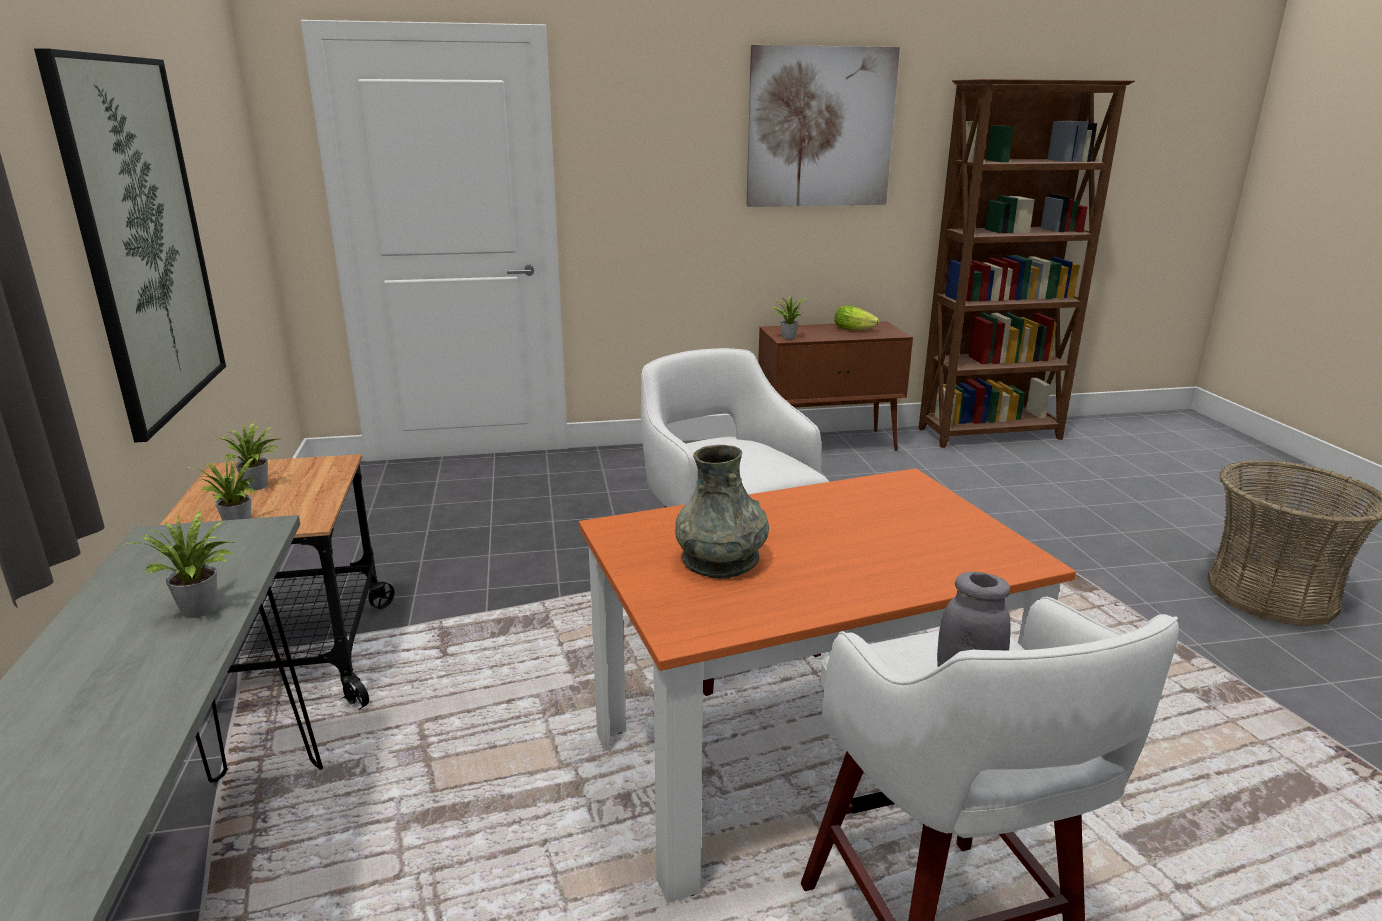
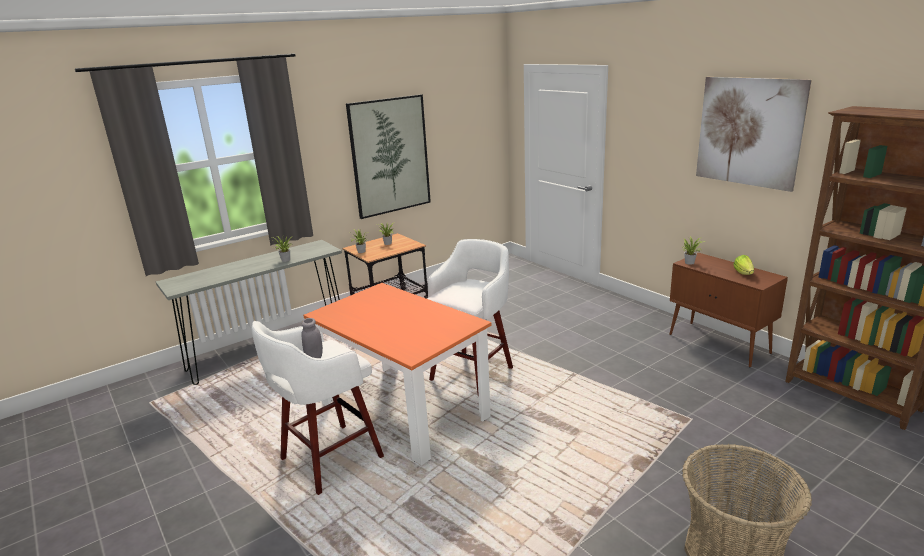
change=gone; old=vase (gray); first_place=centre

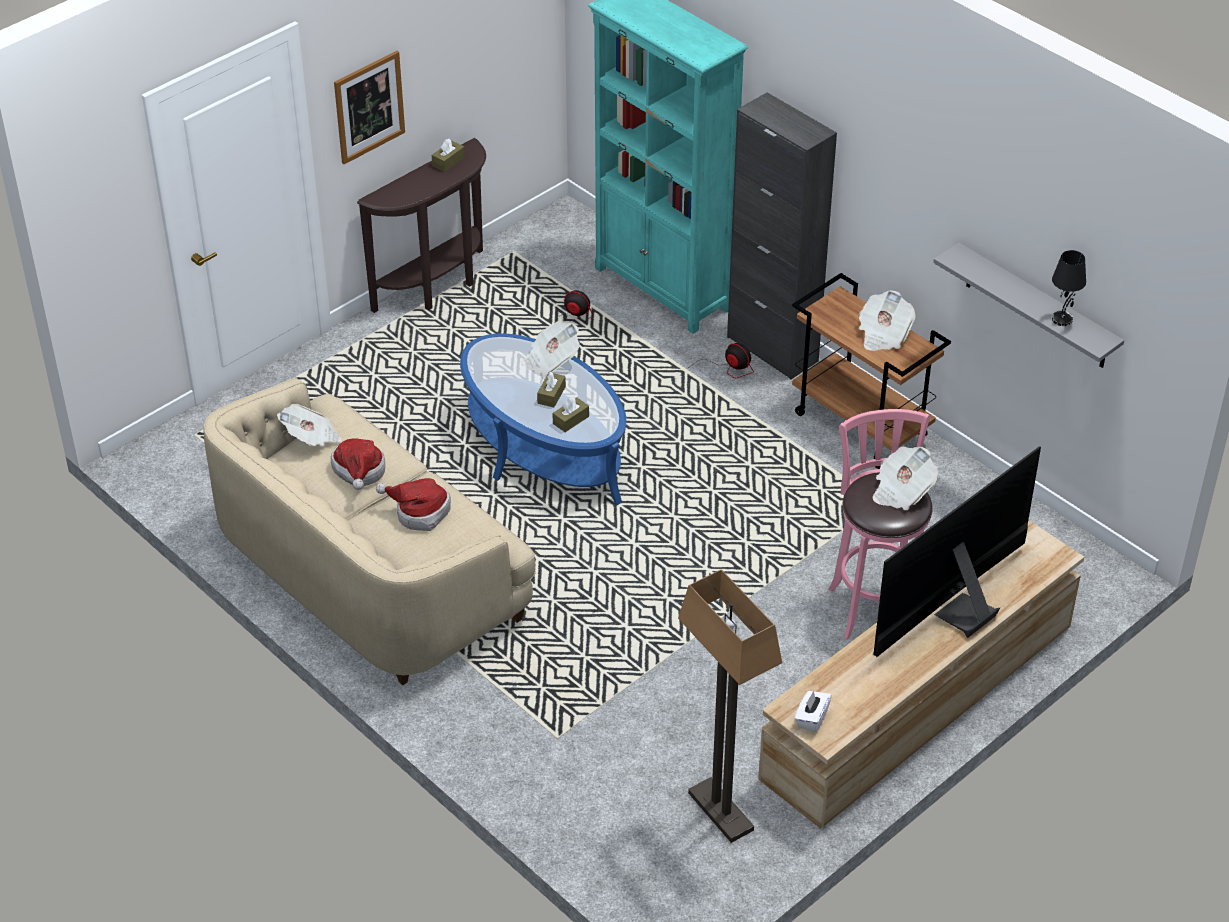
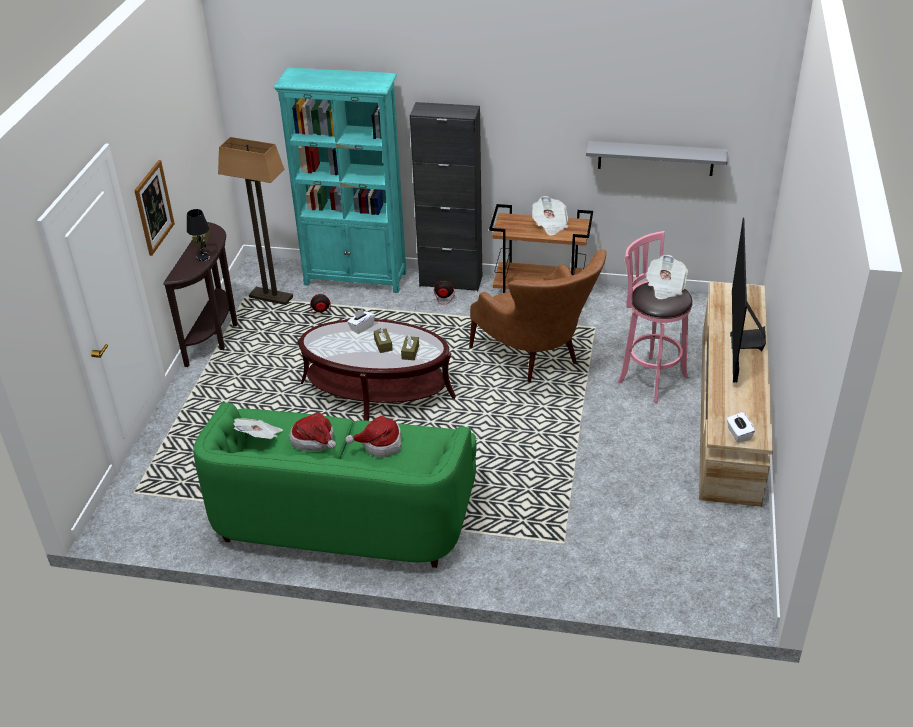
change=new; new=armchair (brownish); second_place=centre
change=shifted; old=floor lamp; first_place=bottom centre; second_place=top left
change=shifted; old=tabletop lamp (black); first_place=top right; second_place=top left
change=swapped; old=daily paper (no. 2 from left); new=box of tissues (whitish) (no. 1 from left); first_place=centre; second_place=centre
change=repainted; old=couch (beige); new=couch (green-coloured); first_place=middle left; second_place=bottom centre
change=repainted; old=coffee table (bluish); new=coffee table (brownish); first_place=centre; second_place=centre

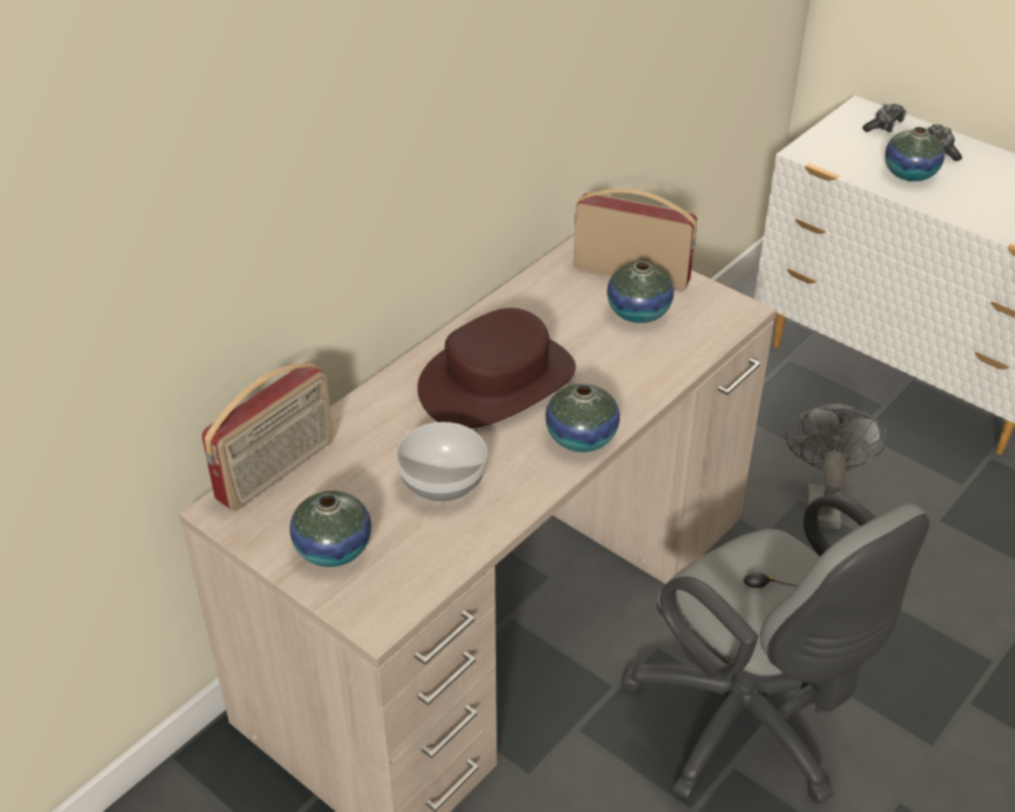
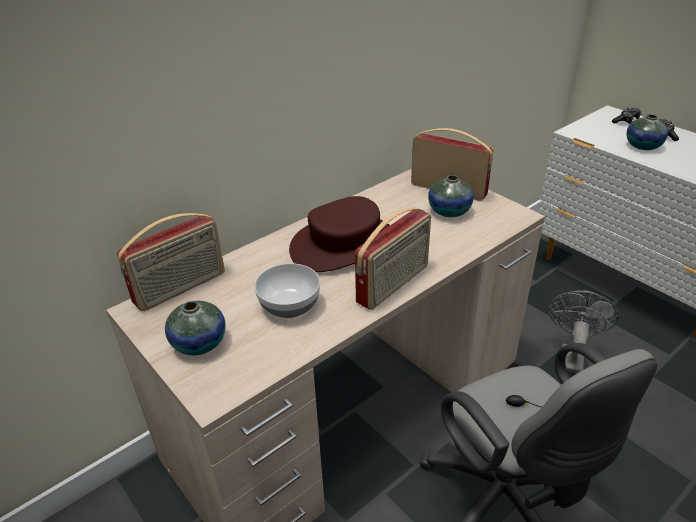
change=swapped; old=vase (no. 2 from left); new=radio (no. 2 from left); first_place=centre; second_place=centre

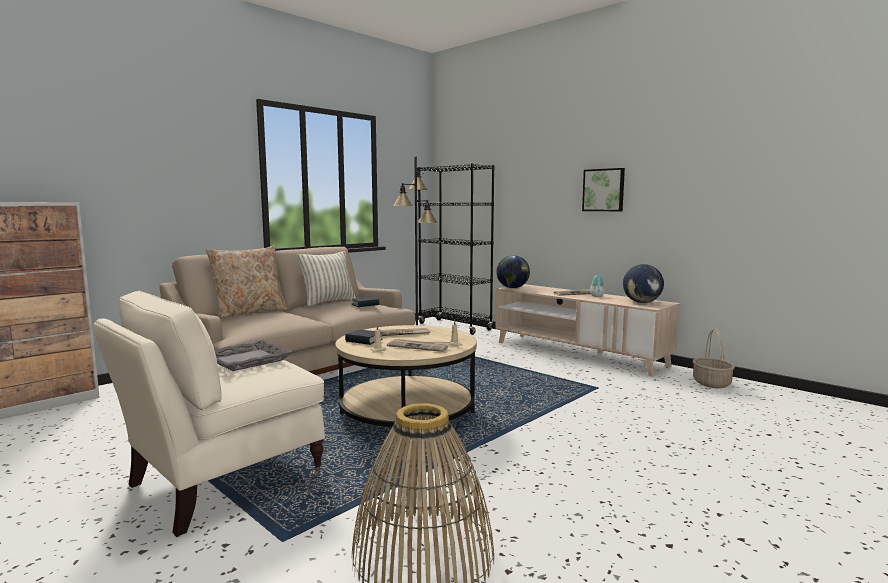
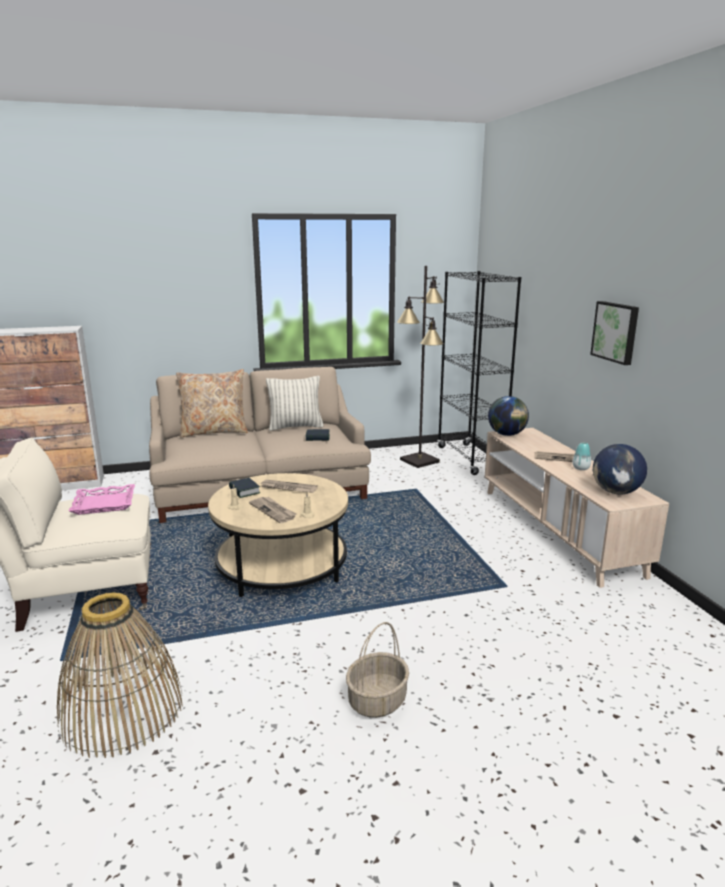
change=shifted; old=household basket (no. 2 from left); first_place=middle right; second_place=bottom centre
change=repainted; old=carrying tray (gray); new=carrying tray (pink-coloured); first_place=middle left; second_place=middle left

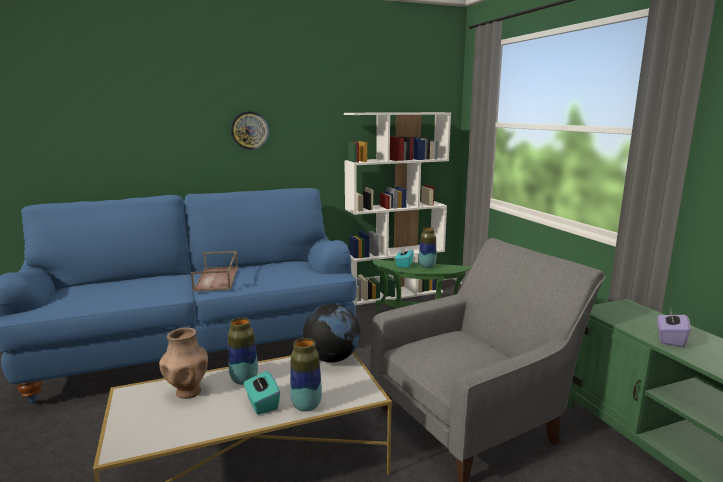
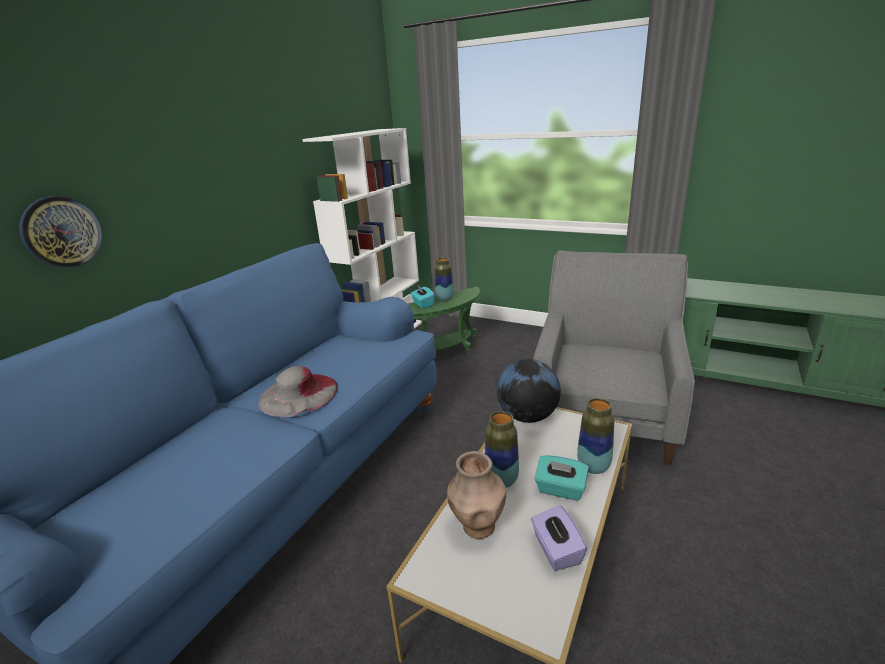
change=shifted; old=wall clock; first_place=top centre; second_place=middle left
change=shifted; old=box of tissues (purple-coloured); first_place=bottom right; second_place=bottom centre
change=swapped; old=carrying tray (brownish); new=hat (gray); first_place=middle left; second_place=centre

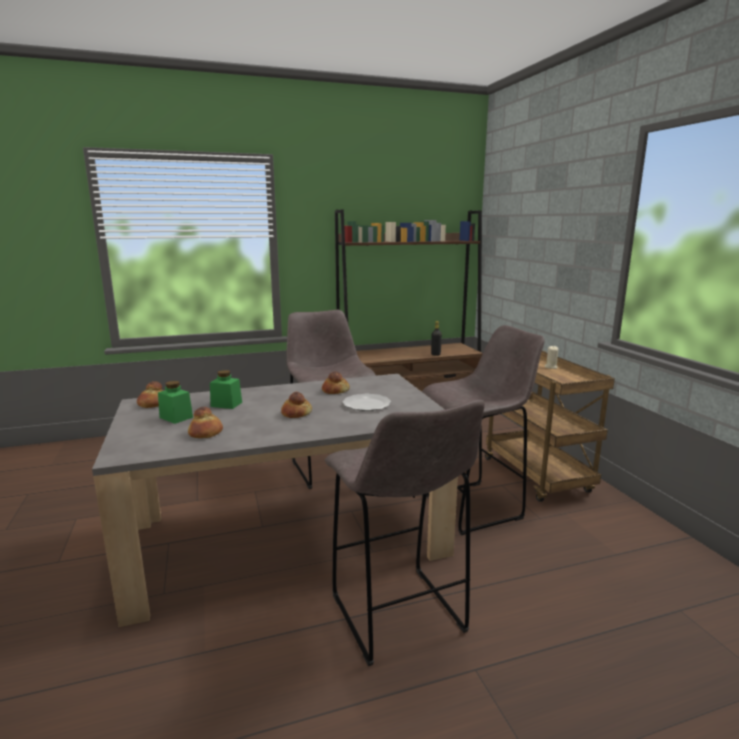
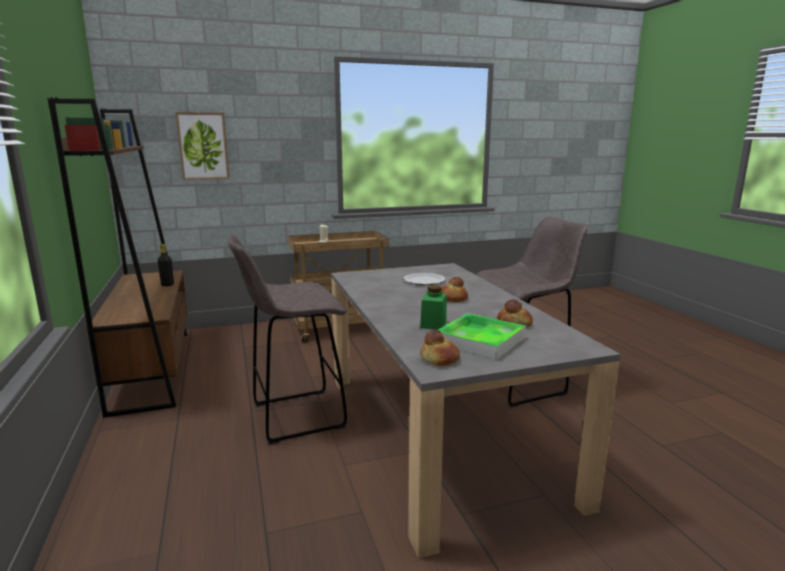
change=gone; old=baked bread (no. 4 from left); first_place=centre
change=gone; old=stool seat (gray) (no. 3 from left); first_place=centre
change=new; new=wall picture; second_place=top left
change=swapped; old=jar (green-coloured) (no. 1 from left); new=carrying tray; first_place=middle left; second_place=centre

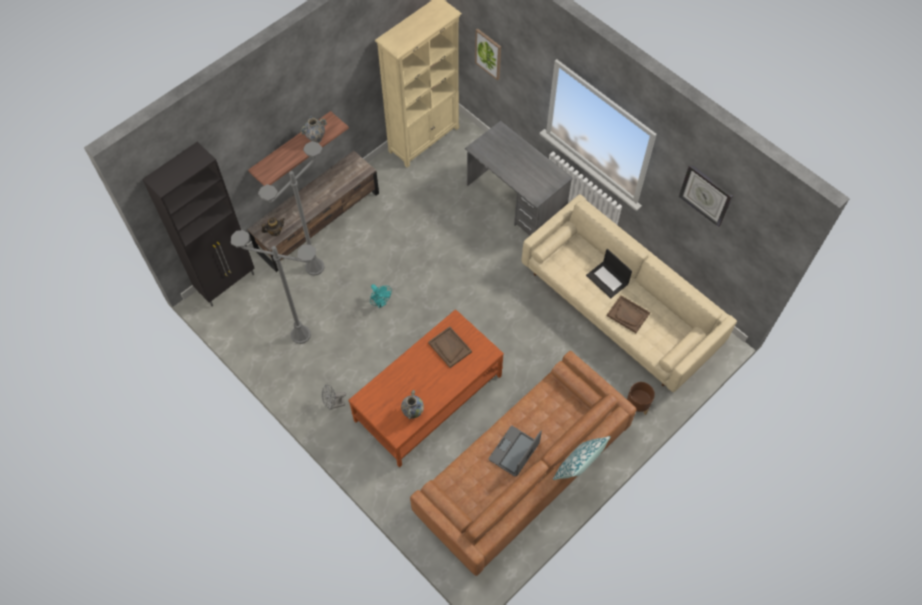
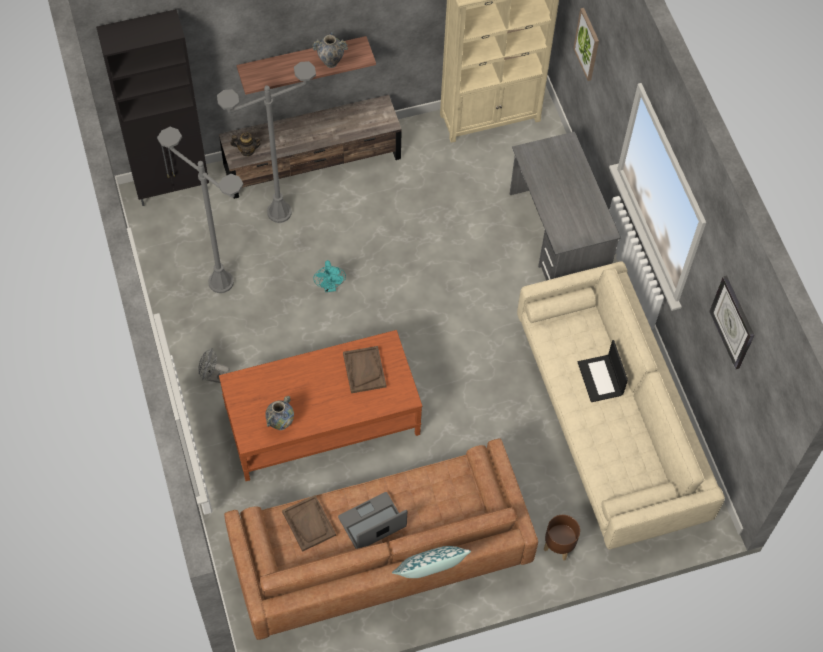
change=shifted; old=carrying tray (brownish) (no. 2 from left in the first image); new=carrying tray (brownish) (no. 1 from left); first_place=middle right; second_place=bottom centre

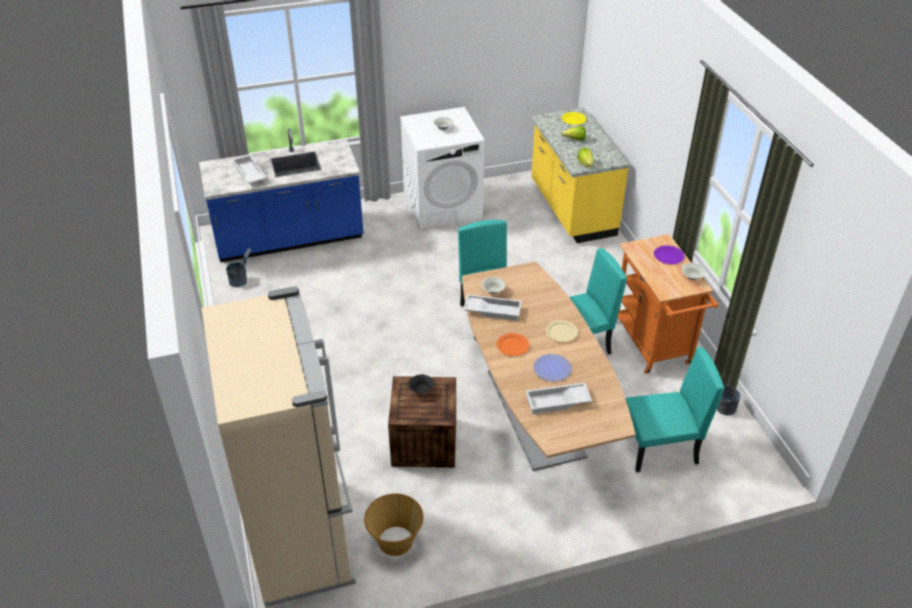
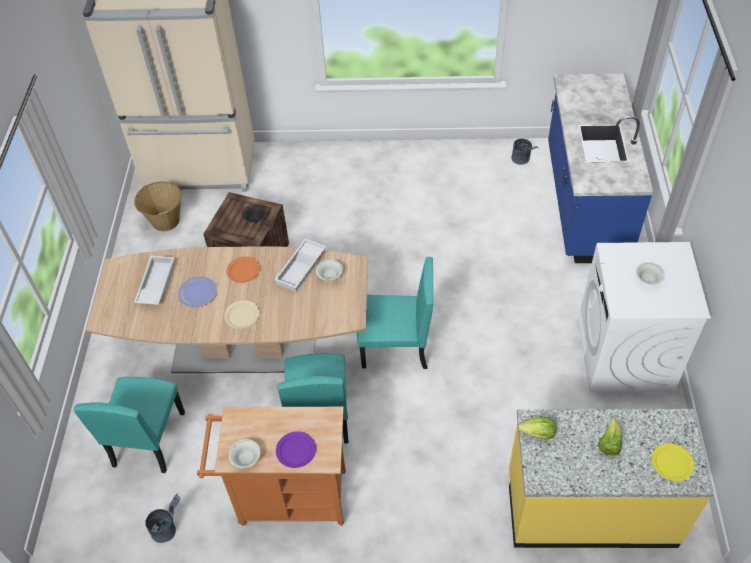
change=gone; old=carrying tray (whitish) (no. 1 from left); first_place=top left

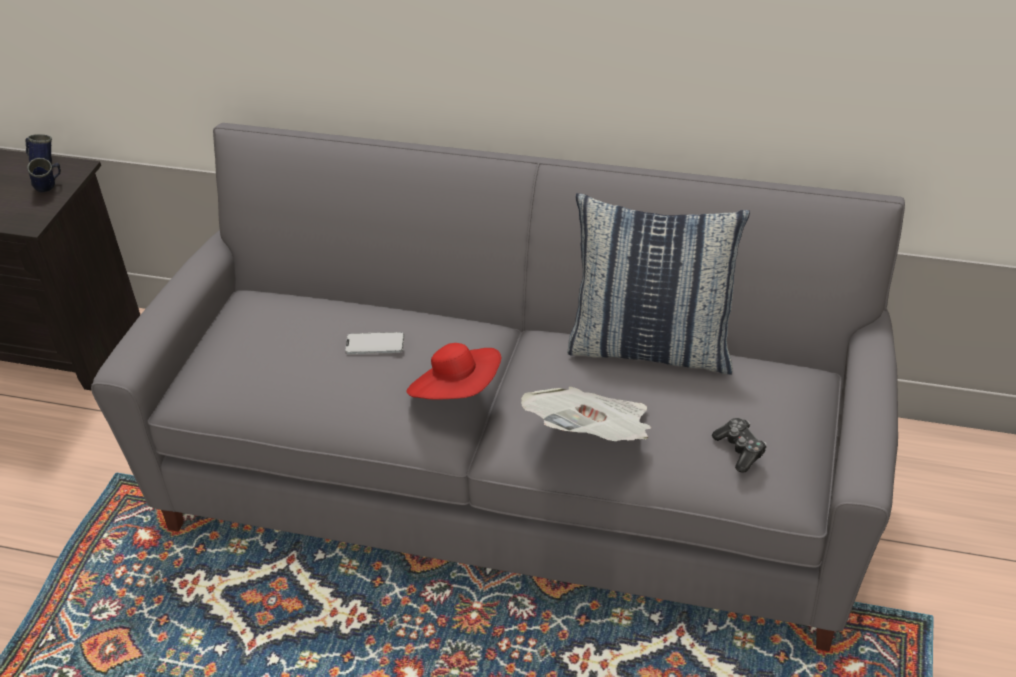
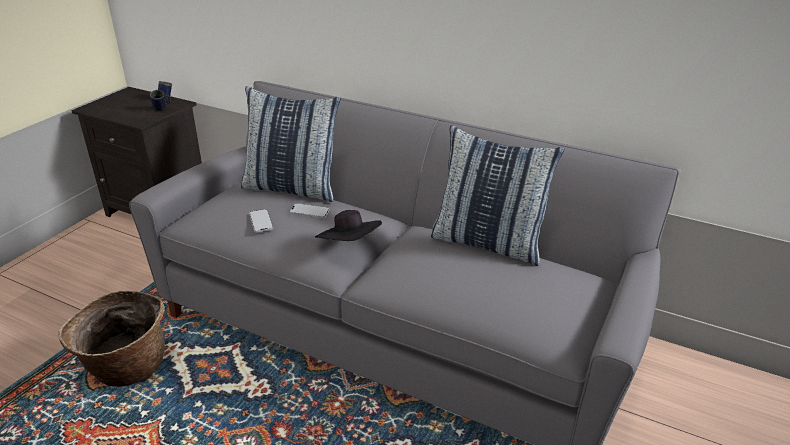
change=gone; old=daily paper; first_place=centre
change=gone; old=game controller; first_place=middle right
change=new; new=household basket; second_place=bottom left
change=new; new=throw pillow (no. 1 from left); second_place=top centre
change=new; new=handset (no. 1 from left); second_place=middle left
change=repainted; old=hat (red); new=hat (black); first_place=centre; second_place=centre

